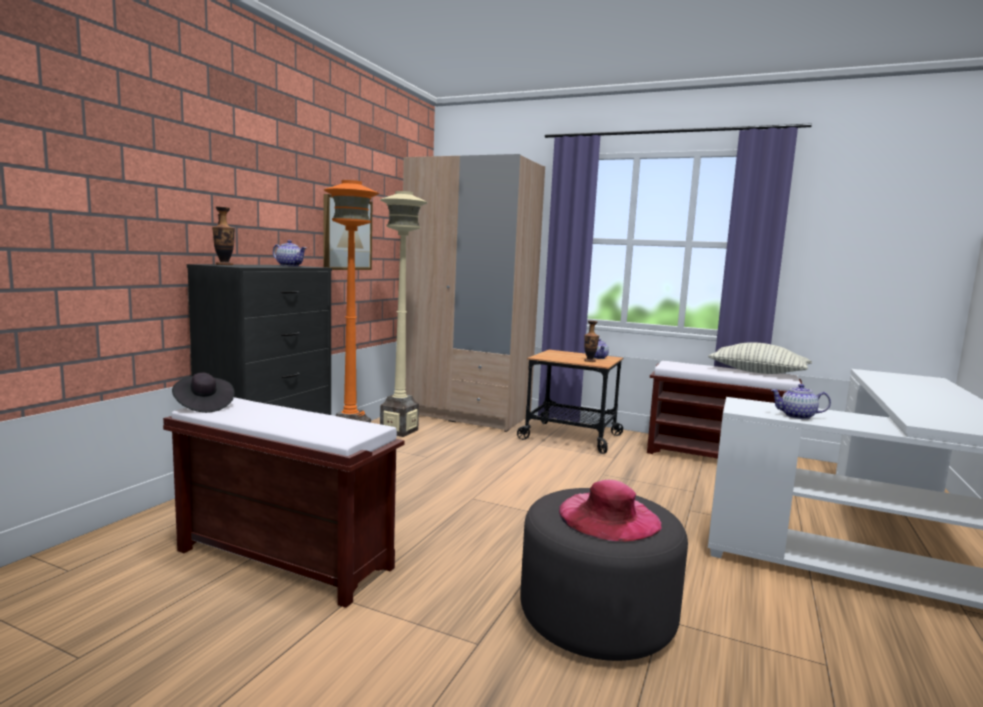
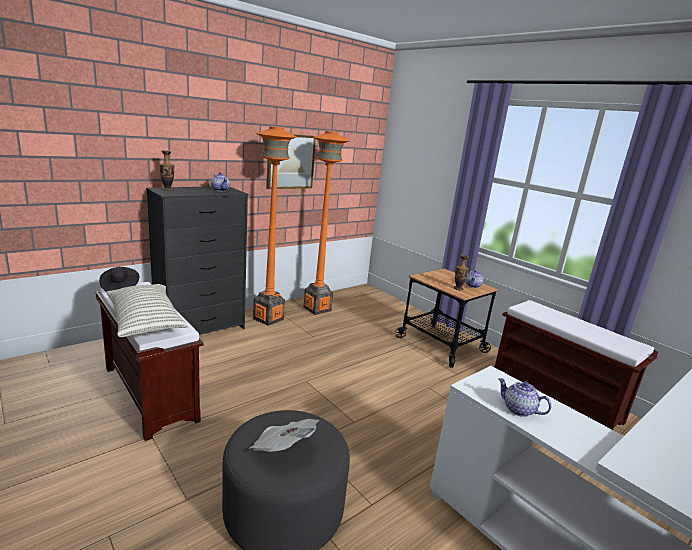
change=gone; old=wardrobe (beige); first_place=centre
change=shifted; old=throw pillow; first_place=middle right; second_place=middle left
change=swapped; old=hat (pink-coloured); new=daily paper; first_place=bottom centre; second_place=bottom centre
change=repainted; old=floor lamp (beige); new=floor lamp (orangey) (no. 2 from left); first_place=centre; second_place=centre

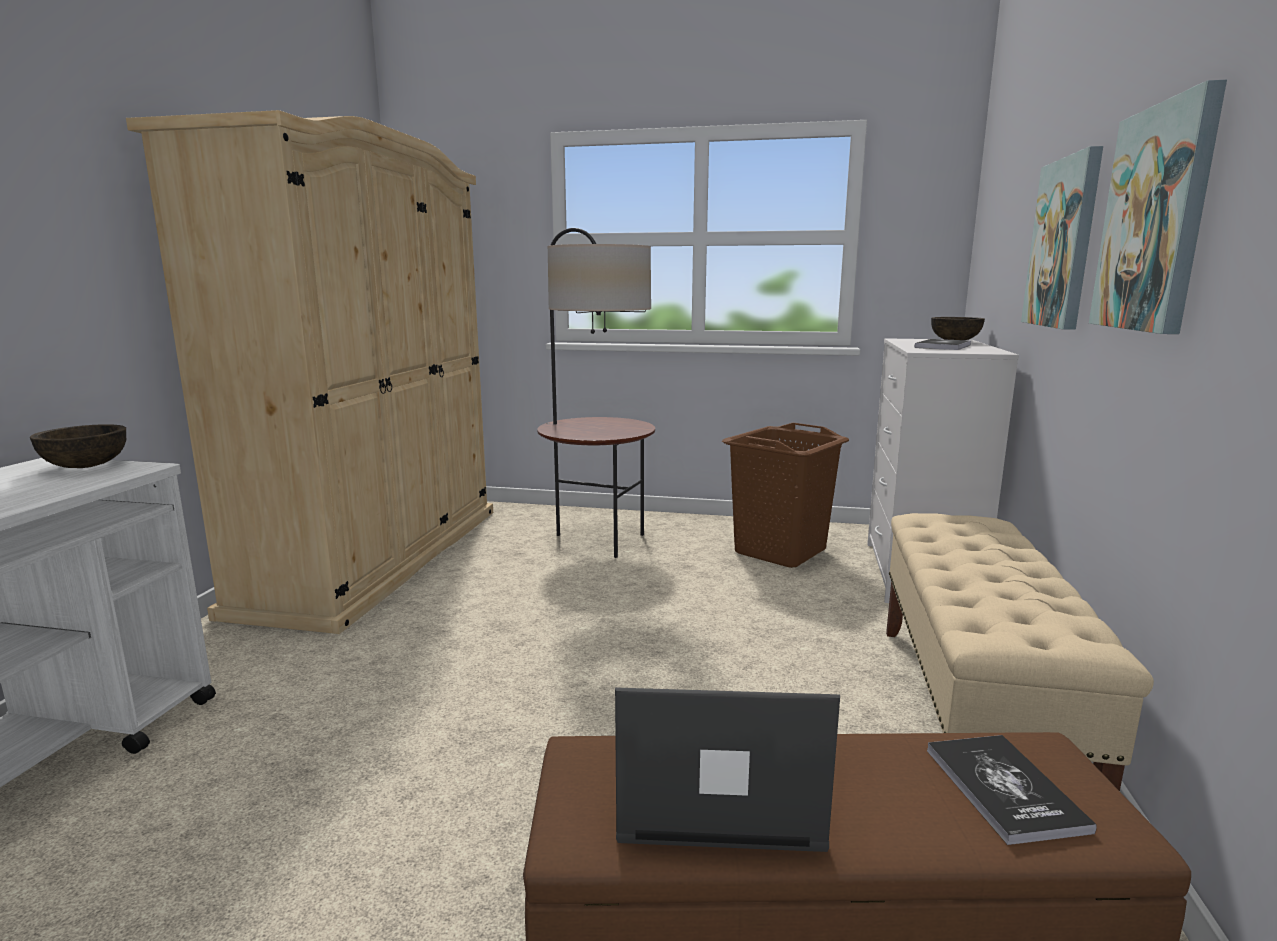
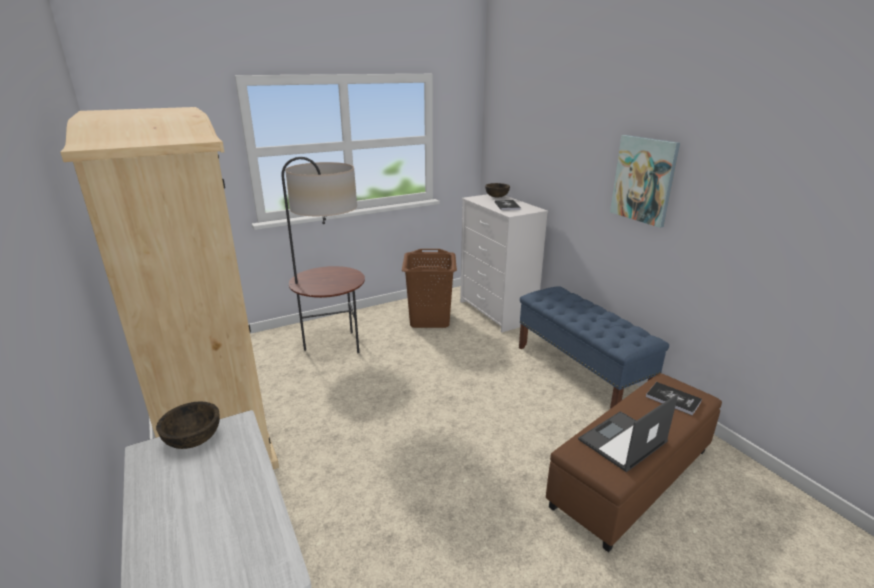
change=gone; old=wall picture (no. 1 from left); first_place=top right
change=repainted; old=indoor bench (beige); new=indoor bench (bluish); first_place=bottom right; second_place=middle right

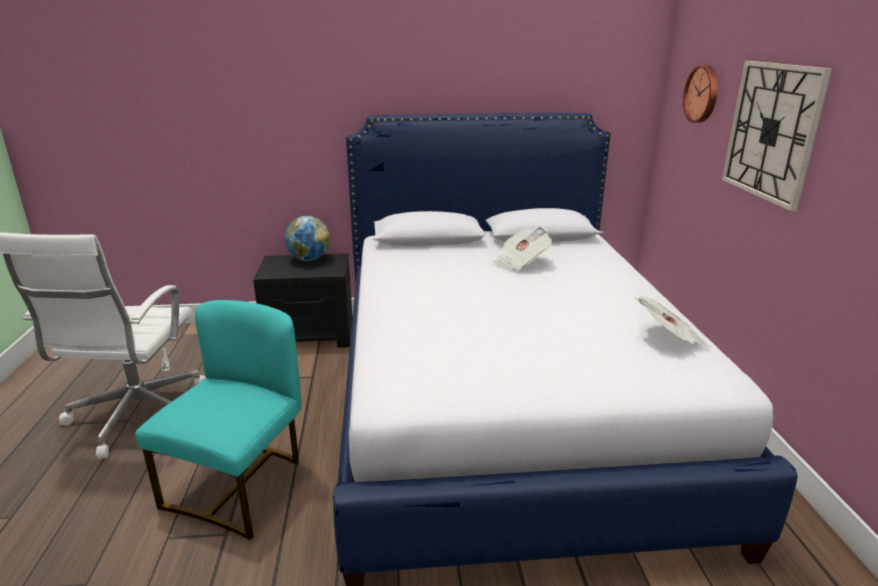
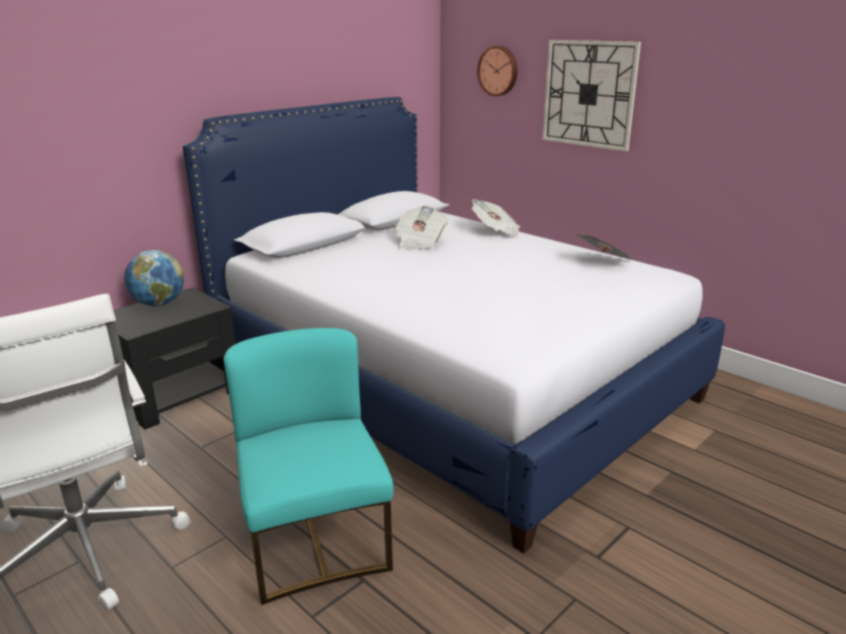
change=new; new=daily paper (no. 2 from left); second_place=centre

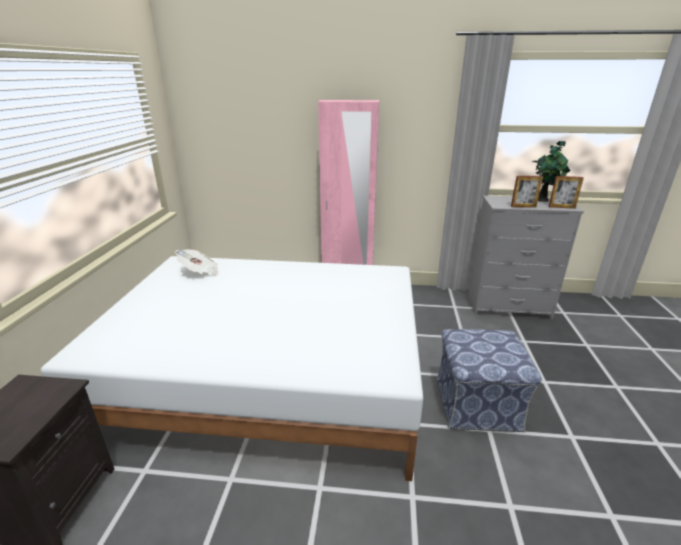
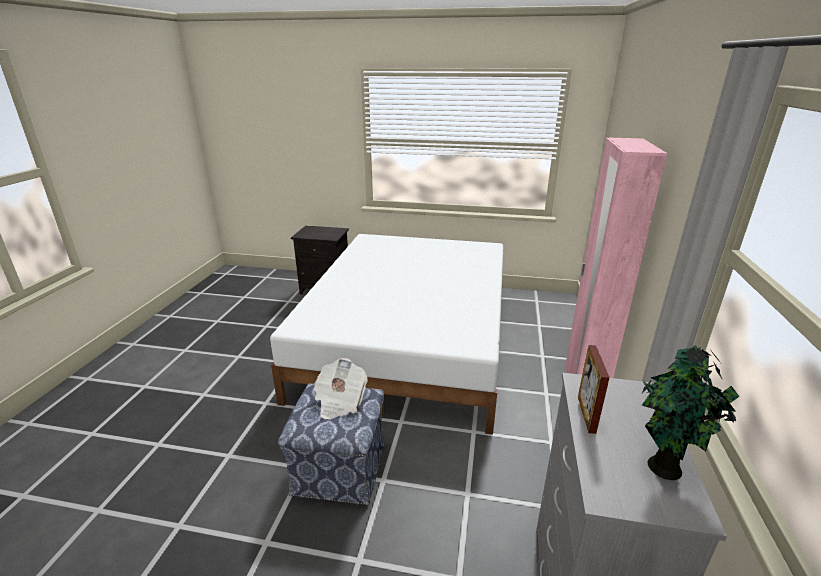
change=gone; old=standing frame (no. 2 from left); first_place=middle right
change=shifted; old=daily paper; first_place=middle left; second_place=bottom centre

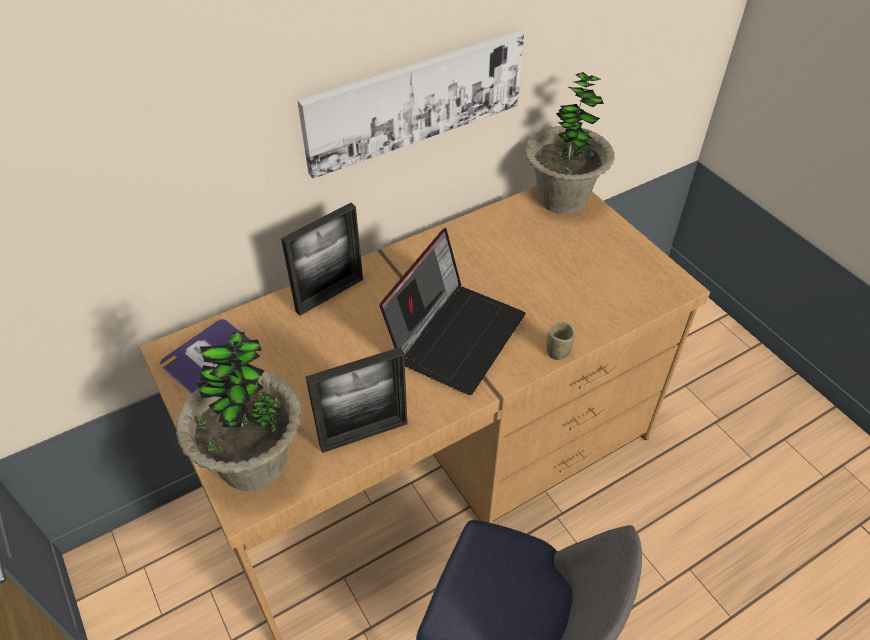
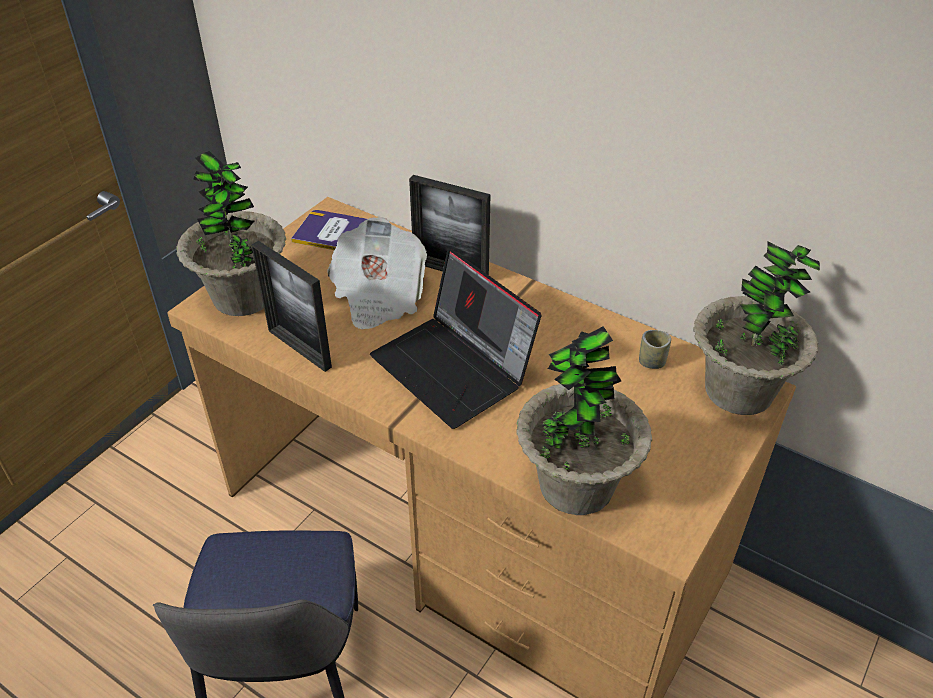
change=gone; old=wall picture; first_place=top centre
change=new; new=daily paper; second_place=centre
change=new; new=houseplant (no. 2 from left); second_place=centre
change=shifted; old=small cup; first_place=centre; second_place=middle right
change=rotated; old=notebook computer; first_place=centre; second_place=centre; degrees=45

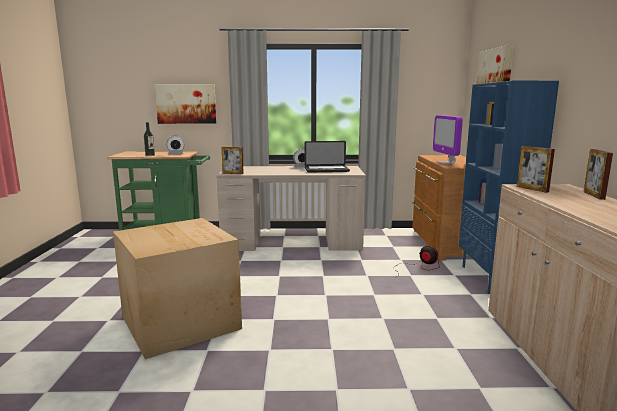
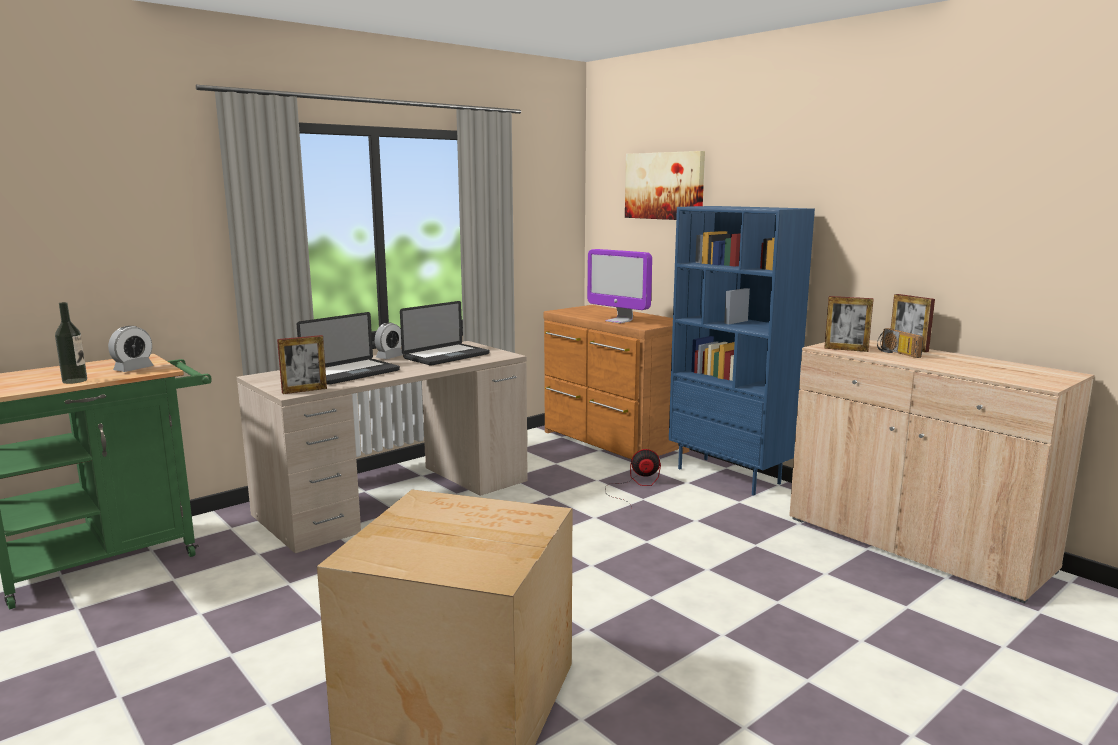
change=gone; old=wall picture (no. 1 from left); first_place=top left
change=new; new=notebook computer (no. 1 from left); second_place=middle left
change=new; new=radio; second_place=middle right

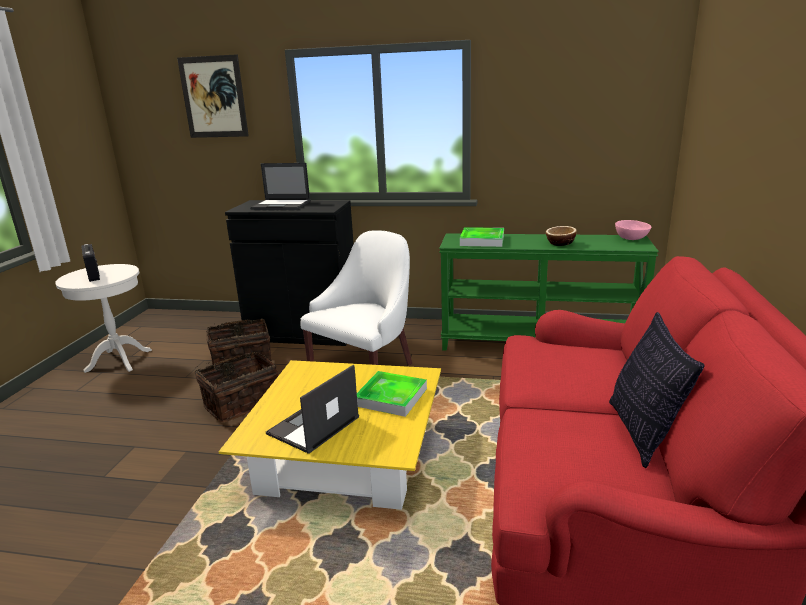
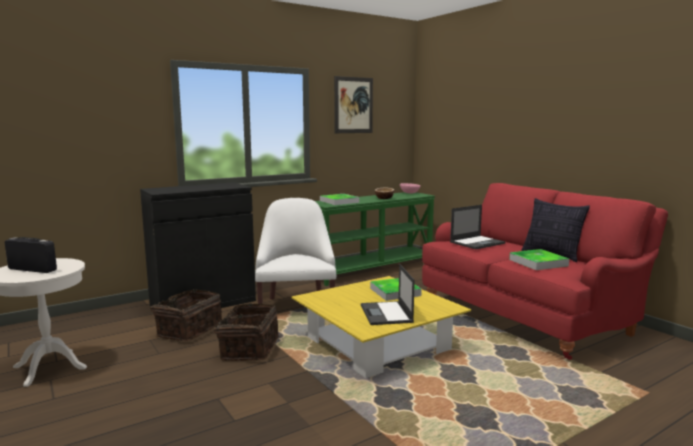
change=new; new=carrying tray (no. 3 from left); second_place=middle right
change=shifted; old=wall picture; first_place=top left; second_place=top centre
change=shifted; old=notebook computer (no. 1 from left in the first image); new=notebook computer (no. 2 from left); first_place=top centre; second_place=middle right

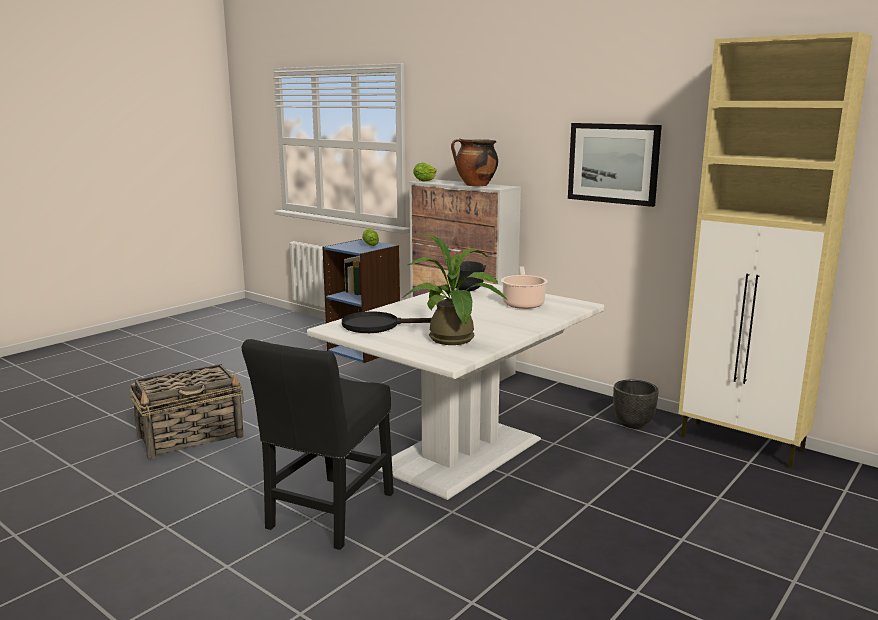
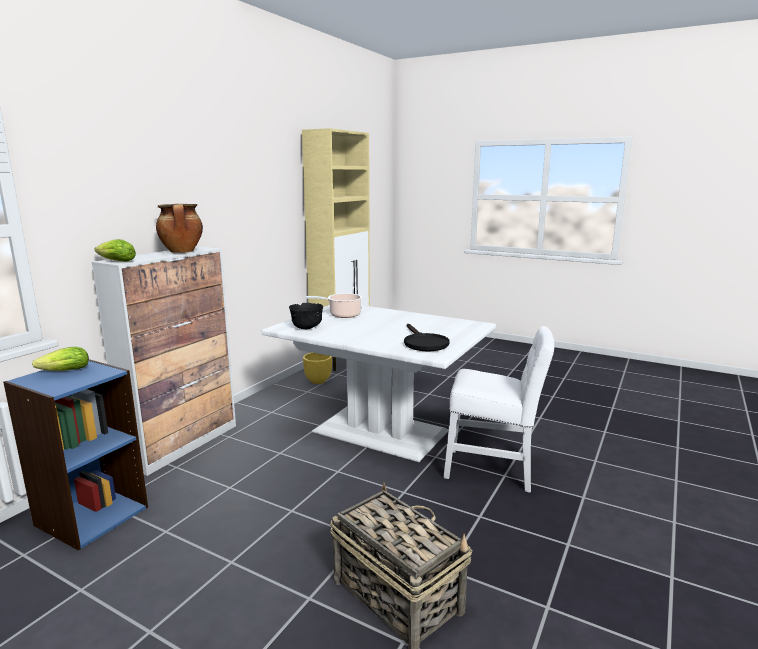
change=gone; old=houseplant; first_place=centre
change=gone; old=wall picture; first_place=top right
change=repainted; old=upright chair (black); new=upright chair (whitish); first_place=bottom centre; second_place=centre
change=repainted; old=flower pot (black); new=flower pot (yellow-coloured); first_place=middle right; second_place=centre

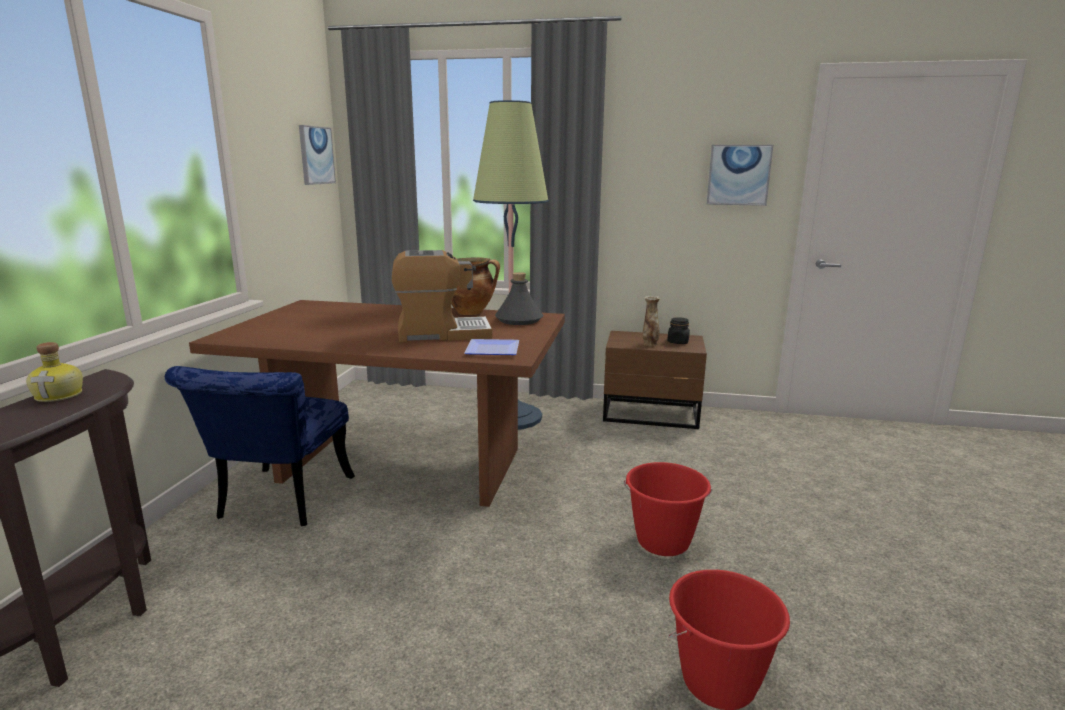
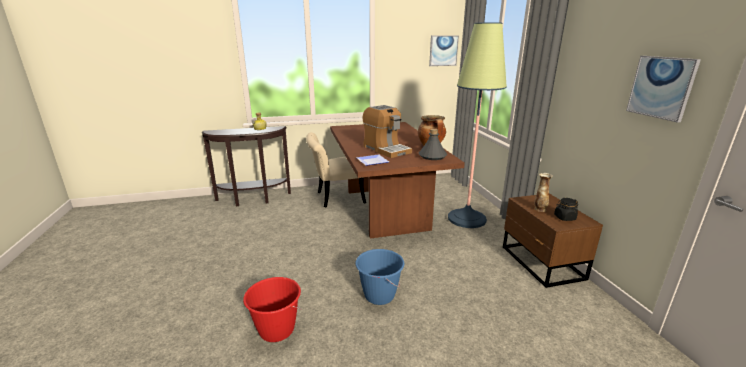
change=repainted; old=upright chair (bluish); new=upright chair (beige); first_place=middle left; second_place=centre
change=repainted; old=bucket (red) (no. 1 from left); new=bucket (bluish); first_place=bottom centre; second_place=bottom centre

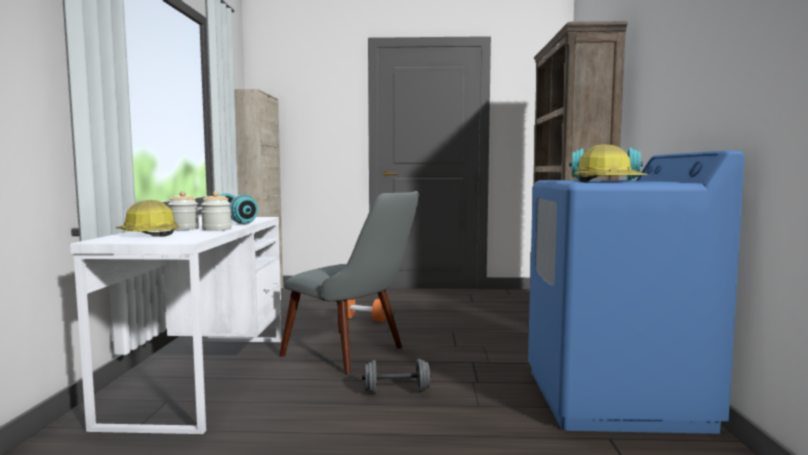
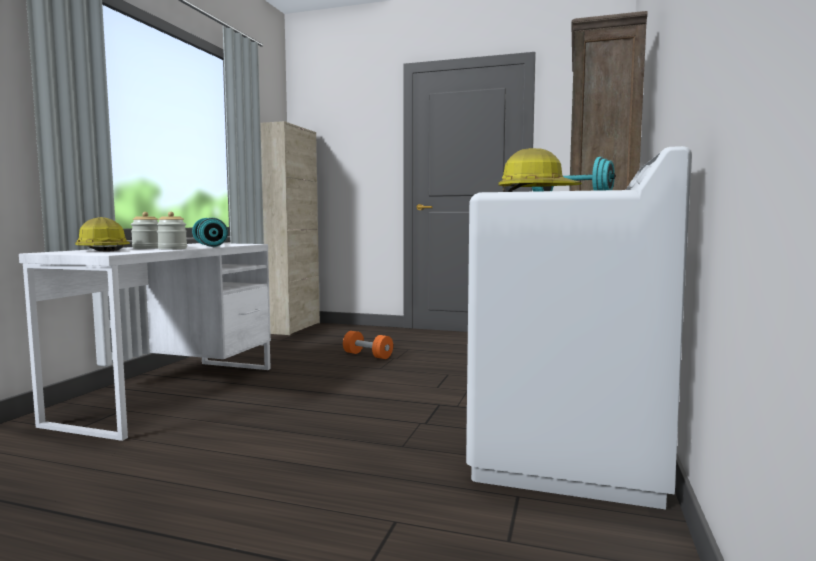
change=gone; old=upright chair (gray); first_place=centre
change=gone; old=free weight (gray); first_place=bottom centre
change=repainted; old=washing machine (bluish); new=washing machine (whitish); first_place=middle right; second_place=middle right

